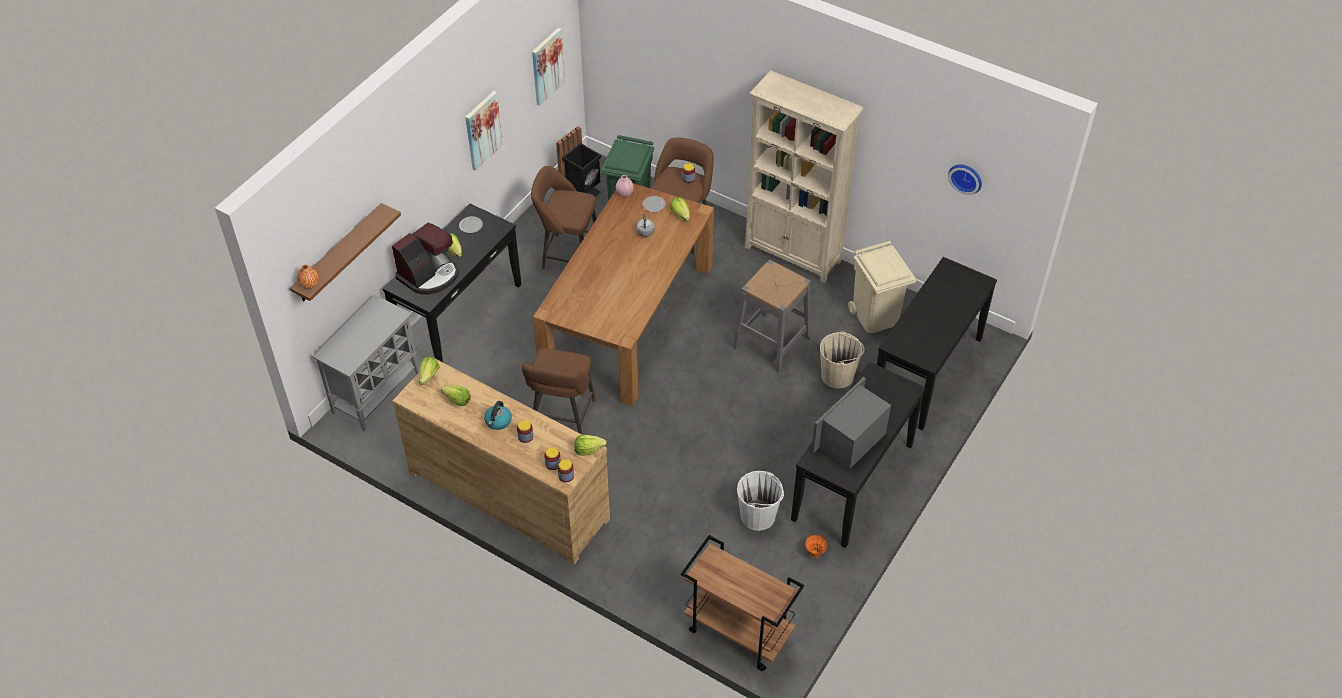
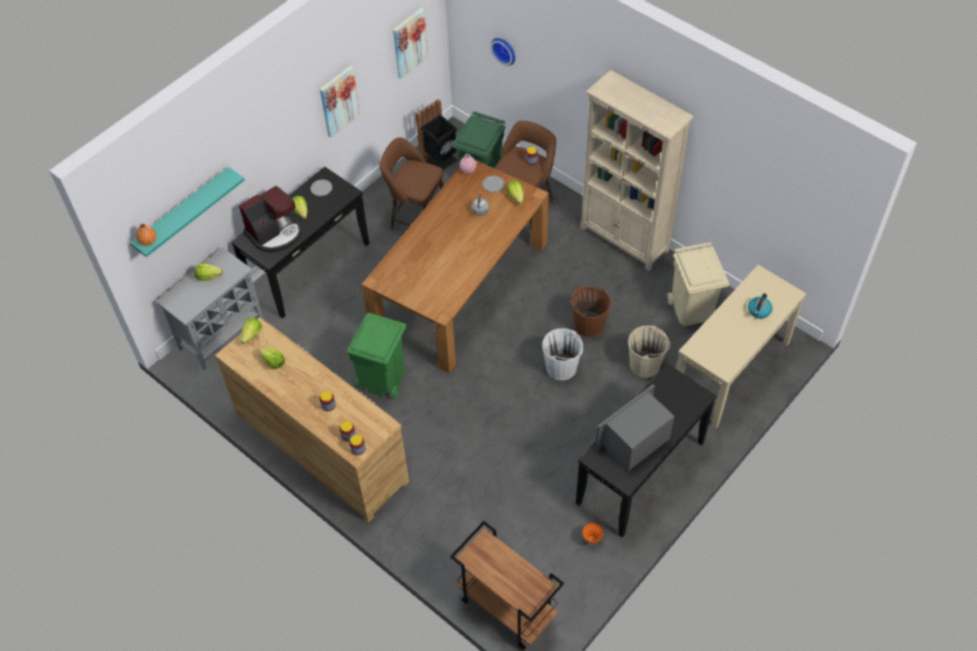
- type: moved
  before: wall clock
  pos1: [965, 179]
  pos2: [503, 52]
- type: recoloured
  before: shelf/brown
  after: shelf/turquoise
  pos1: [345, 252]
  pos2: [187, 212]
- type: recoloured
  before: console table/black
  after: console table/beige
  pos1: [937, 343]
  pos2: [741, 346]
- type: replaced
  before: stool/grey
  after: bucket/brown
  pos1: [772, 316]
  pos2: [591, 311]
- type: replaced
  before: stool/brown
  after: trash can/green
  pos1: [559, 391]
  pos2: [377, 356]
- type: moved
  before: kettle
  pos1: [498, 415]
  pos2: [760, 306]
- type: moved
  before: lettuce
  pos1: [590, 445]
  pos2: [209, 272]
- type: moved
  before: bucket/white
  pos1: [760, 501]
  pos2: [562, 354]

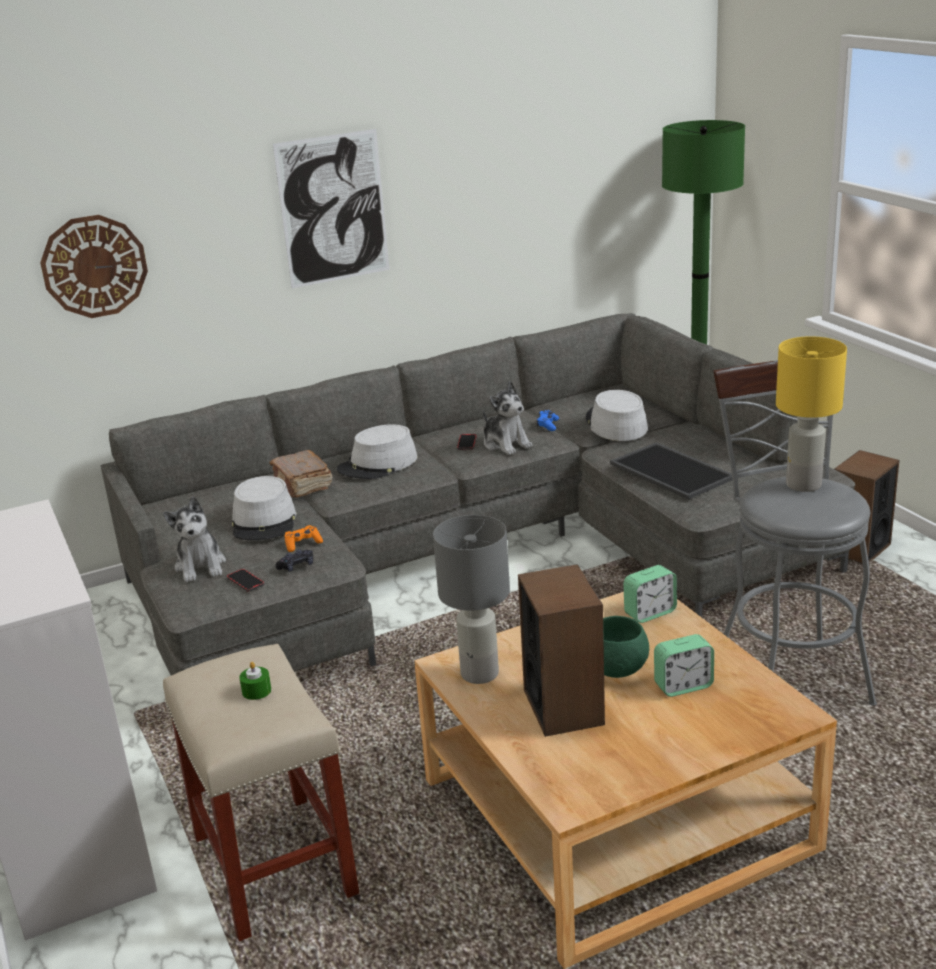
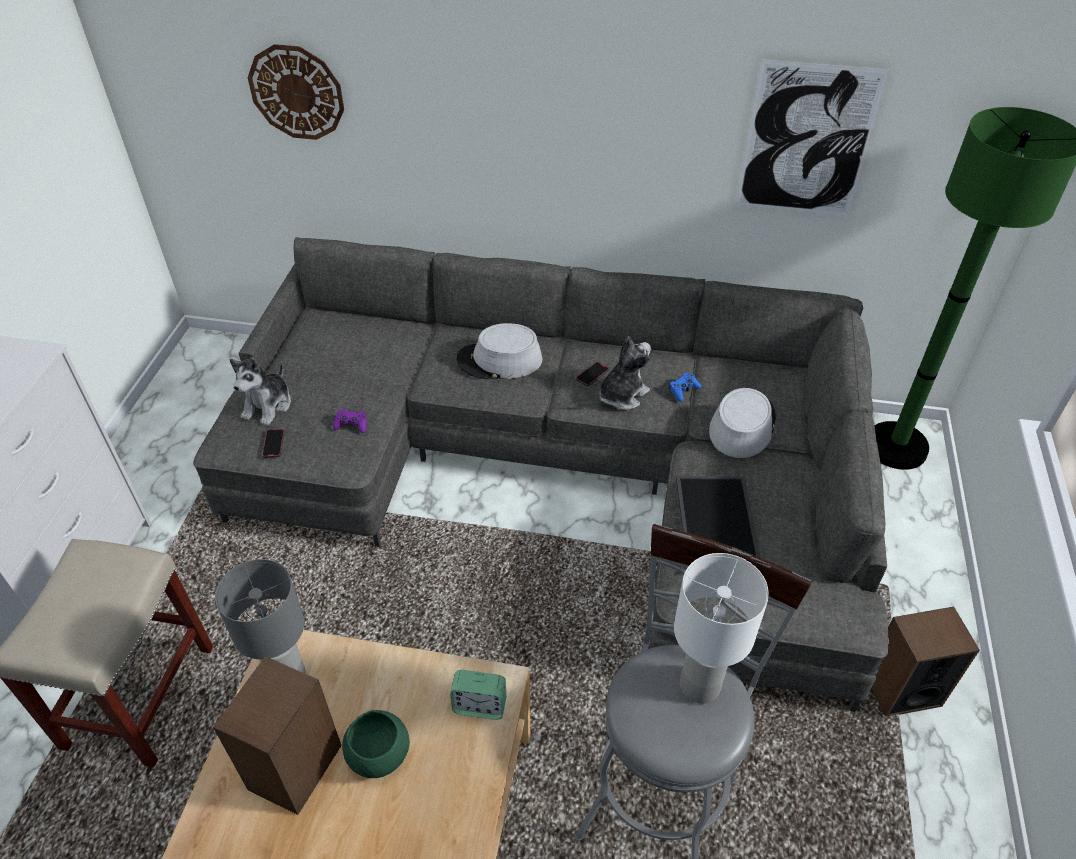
- type: moved
  before: picture
  pos1: [331, 208]
  pos2: [812, 138]
- type: recoloured
  before: table lamp/yellow
  after: table lamp/white
  pos1: [811, 414]
  pos2: [721, 628]
- type: turned
  before: plush toy
  pos1: [508, 418]
  pos2: [625, 373]
  turn: -135
- type: removed
  before: book/brown
  pos1: [301, 474]
- type: removed
  before: hat/grey
  pos1: [264, 508]
- type: recoloured
  before: game controller/orange
  after: game controller/purple
  pos1: [304, 538]
  pos2: [350, 421]
- type: removed
  before: game controller/black
  pos1: [294, 560]
- type: removed
  before: alarm clock
  pos1: [684, 665]
- type: removed
  before: candle/green
  pos1: [255, 681]

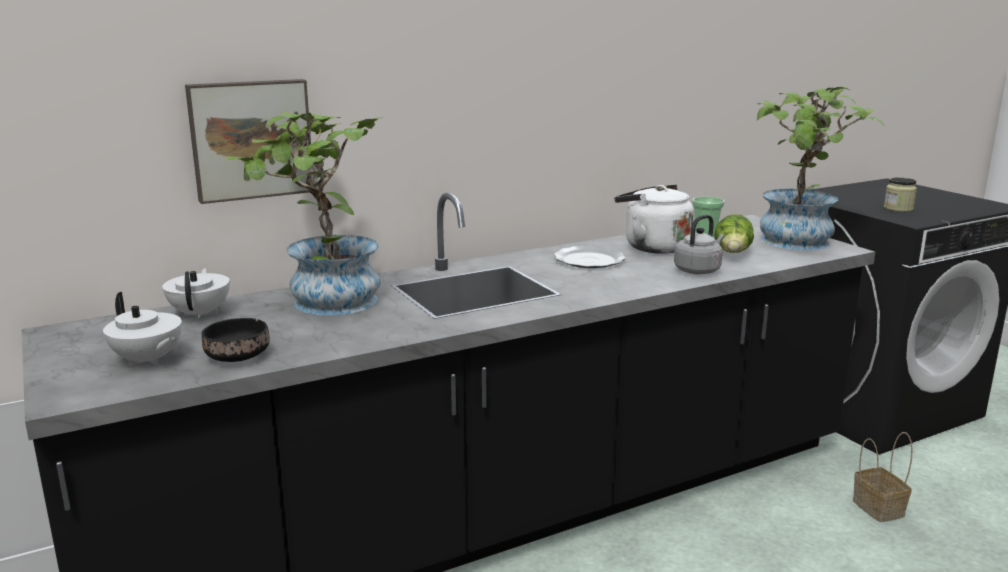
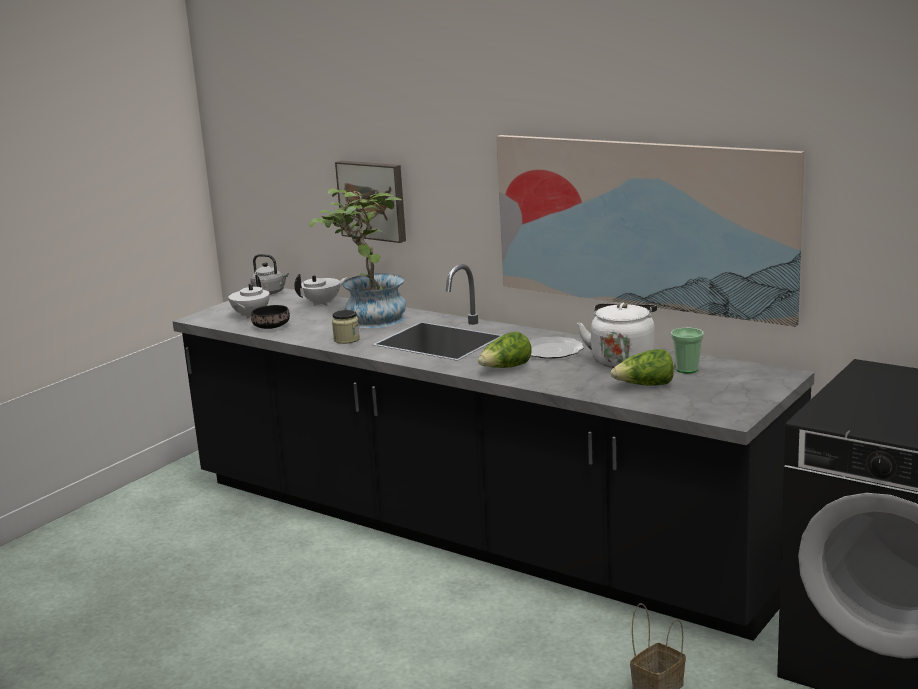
- type: removed
  before: potted plant
  pos1: [820, 168]
- type: moved
  before: jar
  pos1: [900, 194]
  pos2: [346, 327]
- type: moved
  before: kettle/grey
  pos1: [699, 244]
  pos2: [270, 274]
- type: added
  after: picture
  pos2: [650, 231]
- type: added
  after: lettuce
  pos2: [505, 350]

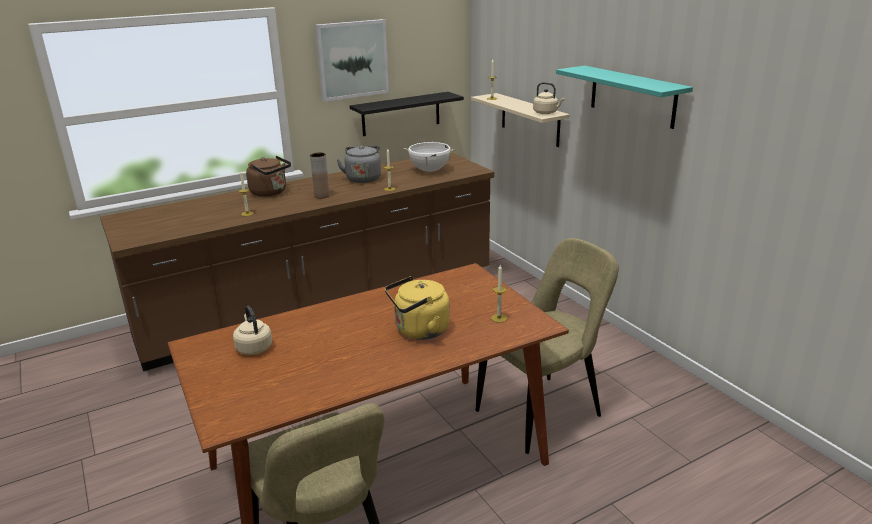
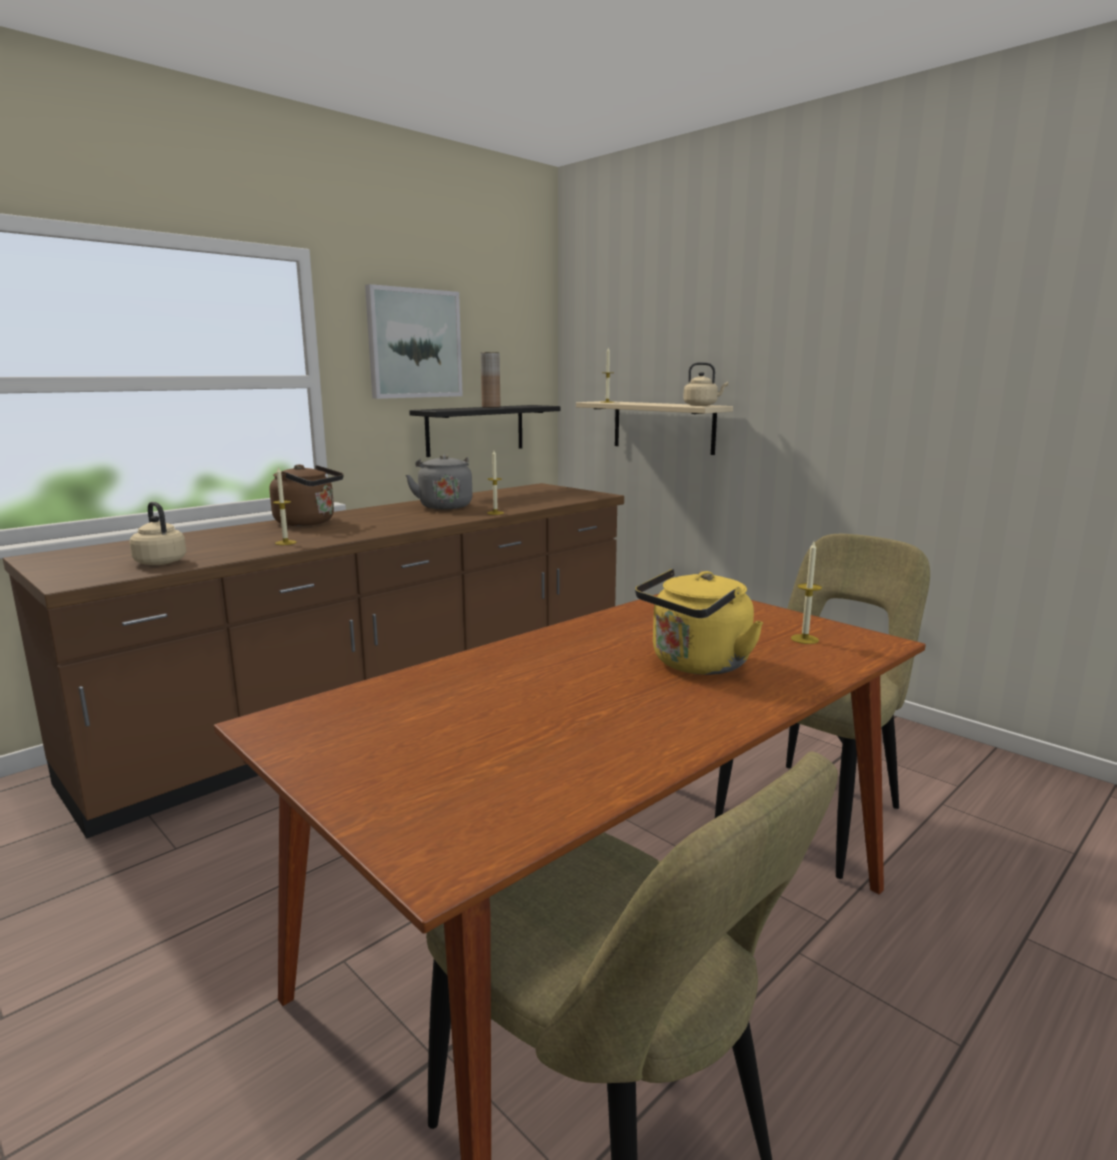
- type: removed
  before: shelf/turquoise
  pos1: [624, 97]
- type: removed
  before: cooking pot/white
  pos1: [429, 157]
- type: moved
  before: vase/brown
  pos1: [320, 176]
  pos2: [490, 380]
- type: moved
  before: kettle/beige
  pos1: [252, 330]
  pos2: [157, 533]

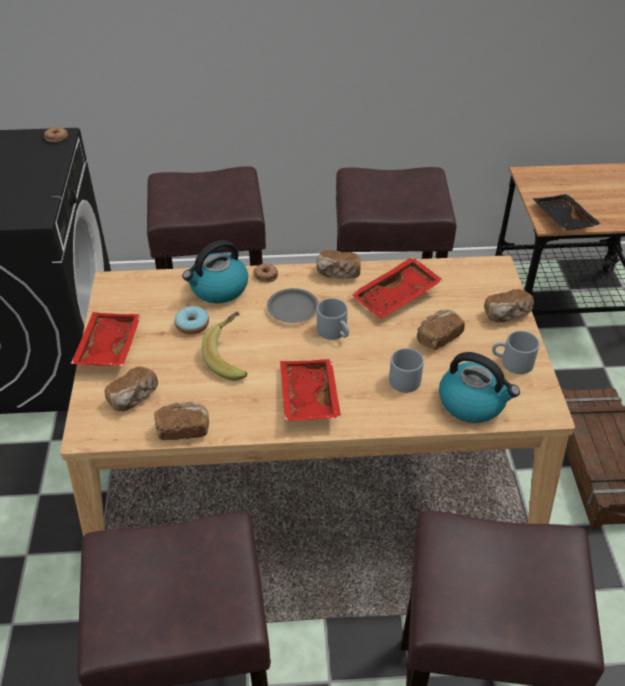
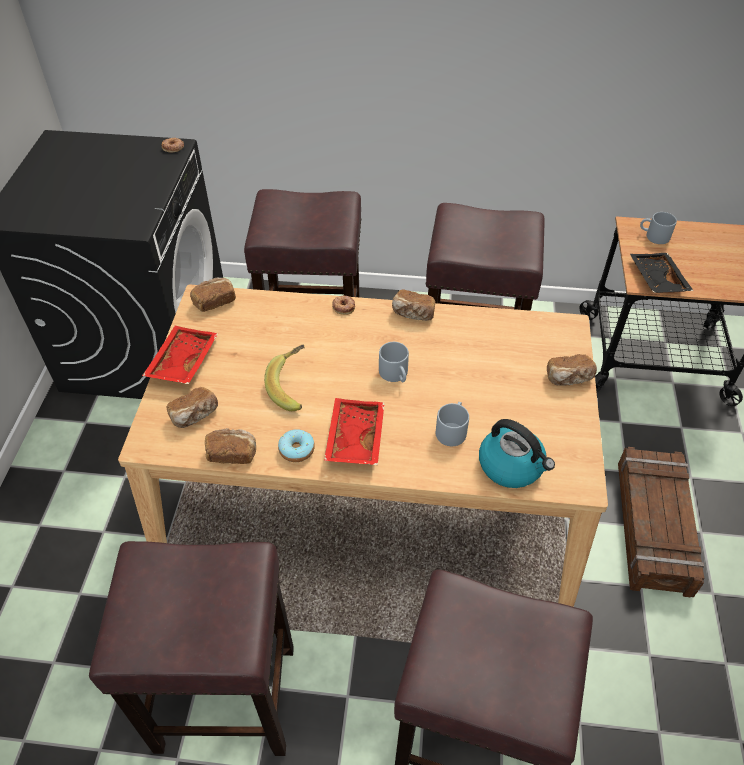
- type: removed
  before: kettle
  pos1: [215, 271]
- type: removed
  before: tray/red
  pos1: [397, 288]
- type: removed
  before: plate/grey
  pos1: [293, 305]
- type: moved
  before: donut
  pos1: [192, 320]
  pos2: [296, 445]
- type: moved
  before: bread
  pos1: [441, 329]
  pos2: [213, 294]
- type: moved
  before: mug/grey
  pos1: [515, 352]
  pos2: [658, 228]

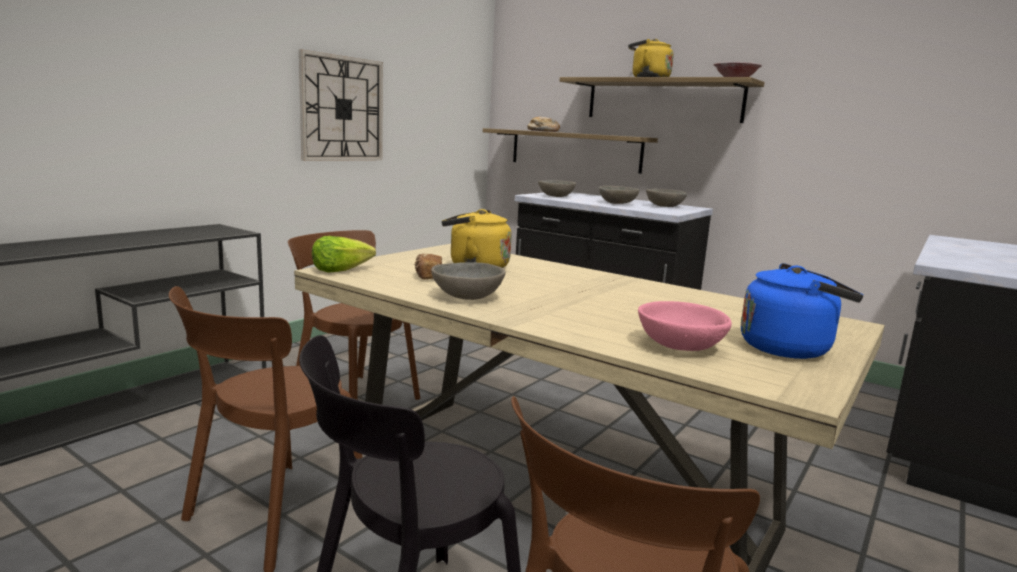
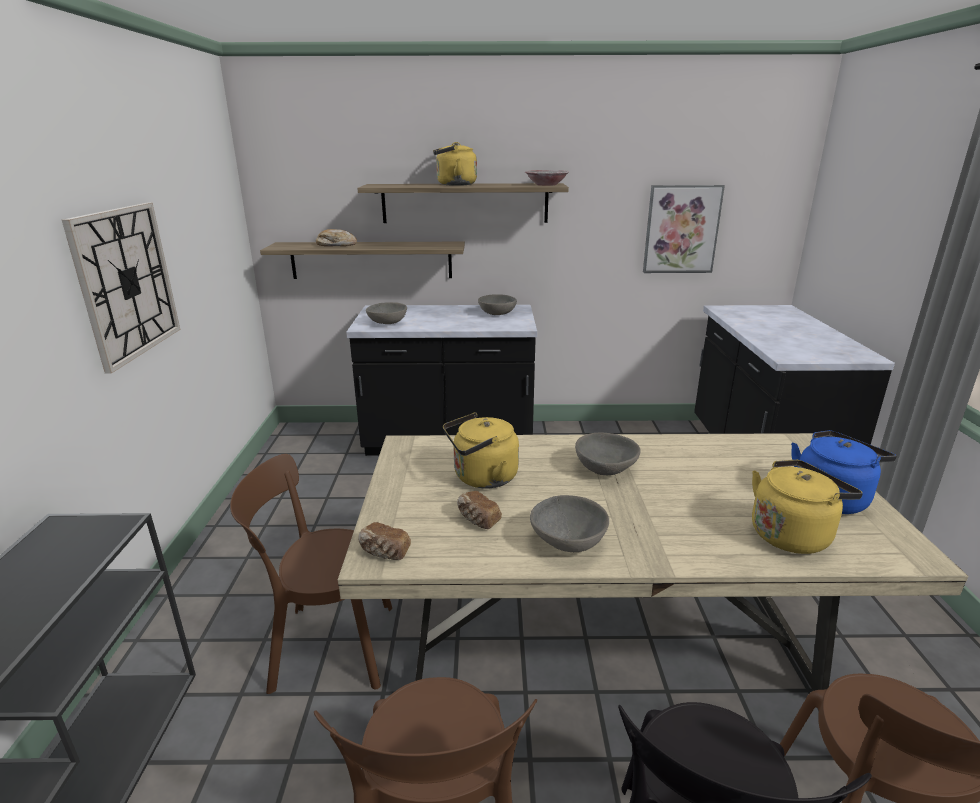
- type: moved
  before: bowl/grey
  pos1: [619, 195]
  pos2: [608, 454]
- type: replaced
  before: lettuce
  after: bread
  pos1: [344, 254]
  pos2: [384, 541]
- type: replaced
  before: bowl/pink
  after: kettle/yellow
  pos1: [685, 326]
  pos2: [807, 507]
- type: added
  after: picture
  pos2: [684, 229]

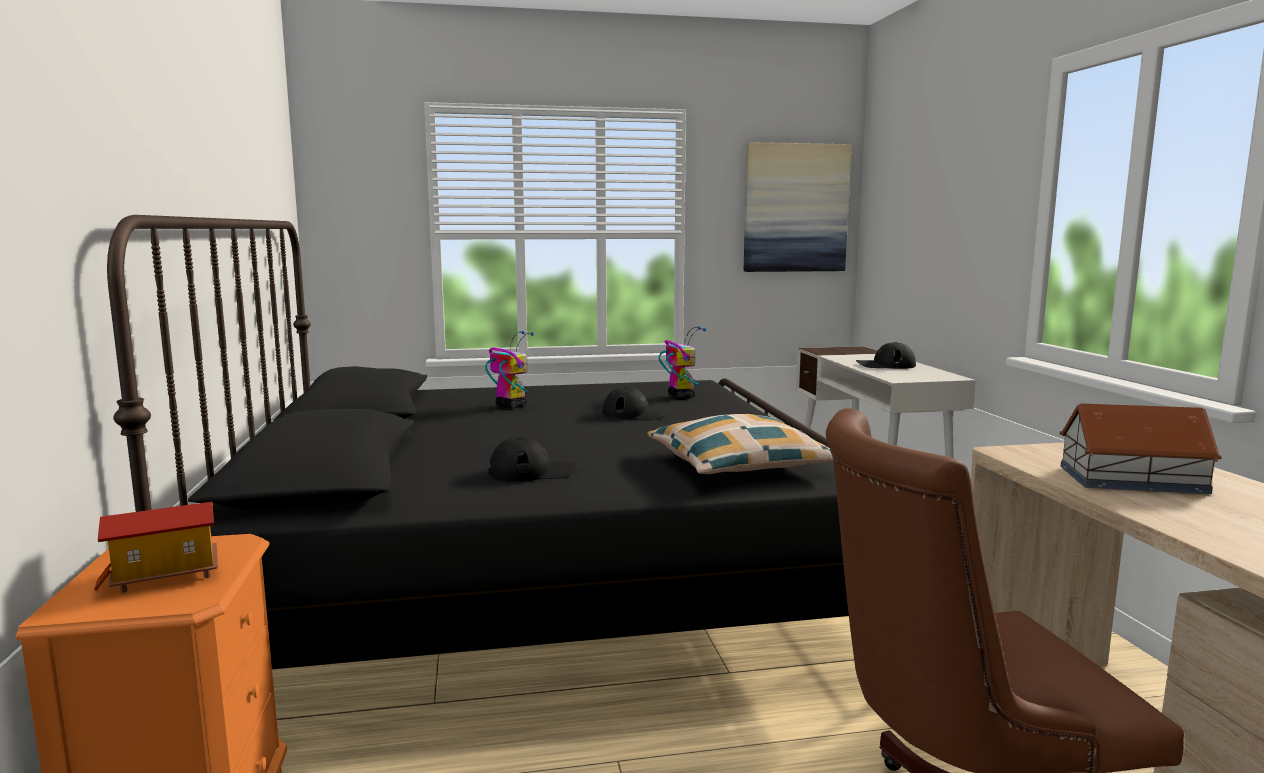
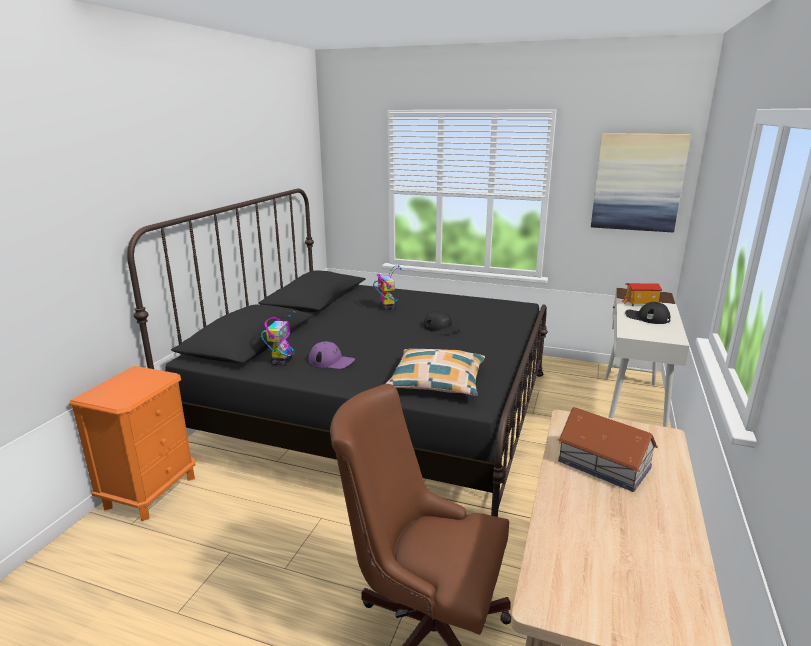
- type: moved
  before: toy robot
  pos1: [682, 362]
  pos2: [278, 338]
- type: recoloured
  before: cap/black
  after: cap/purple
  pos1: [532, 459]
  pos2: [332, 355]
- type: moved
  before: toy house
  pos1: [156, 547]
  pos2: [642, 294]

